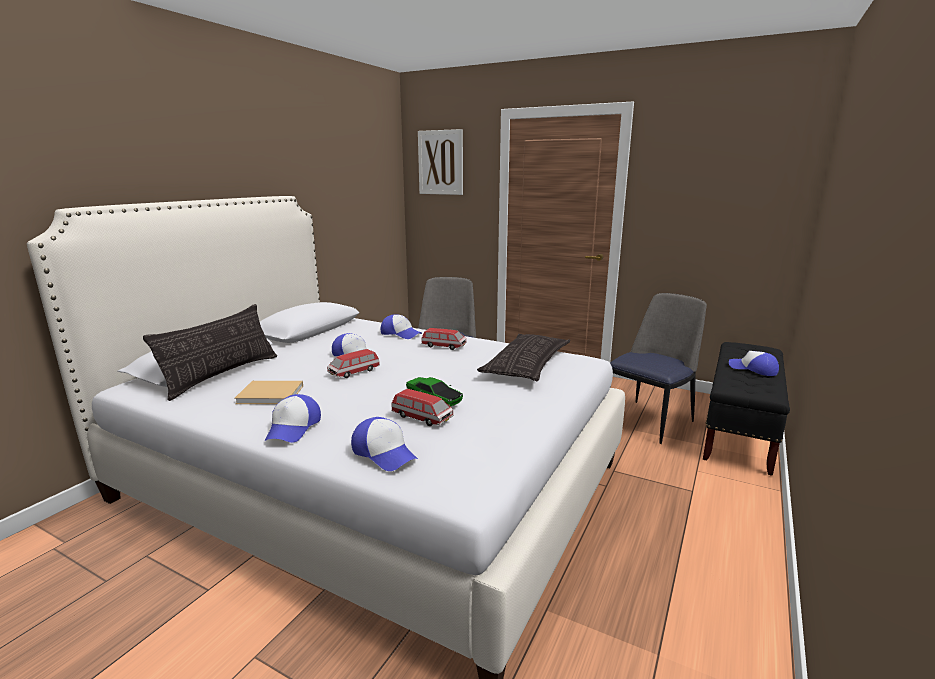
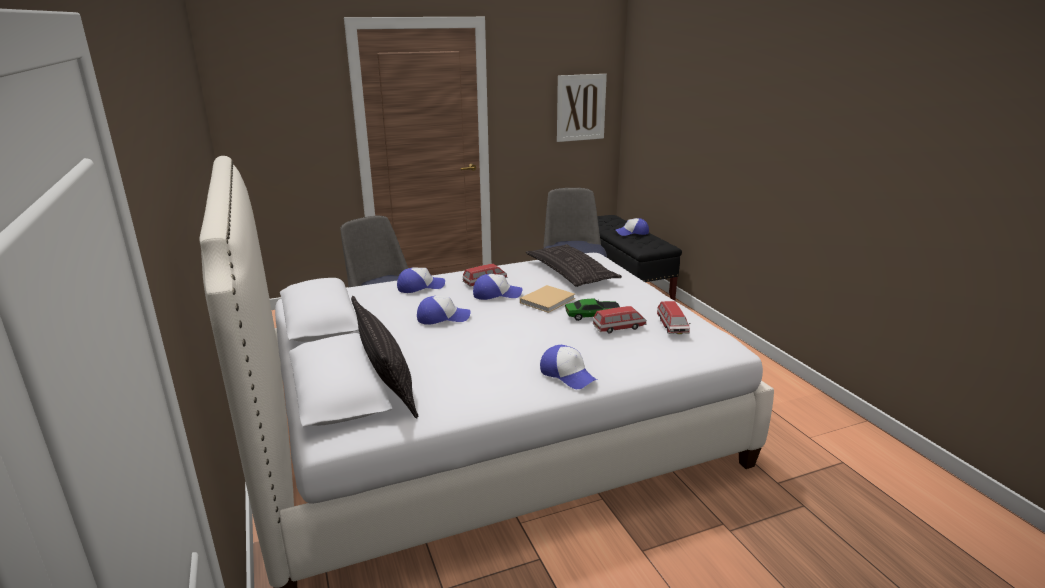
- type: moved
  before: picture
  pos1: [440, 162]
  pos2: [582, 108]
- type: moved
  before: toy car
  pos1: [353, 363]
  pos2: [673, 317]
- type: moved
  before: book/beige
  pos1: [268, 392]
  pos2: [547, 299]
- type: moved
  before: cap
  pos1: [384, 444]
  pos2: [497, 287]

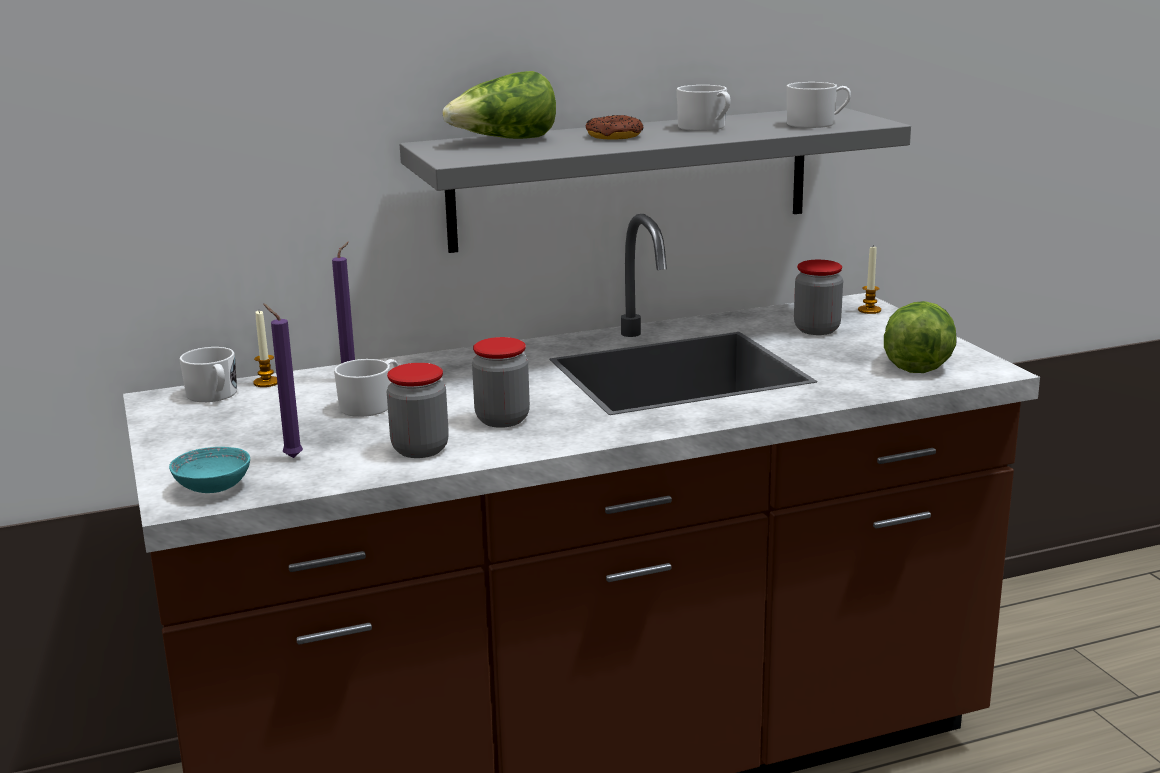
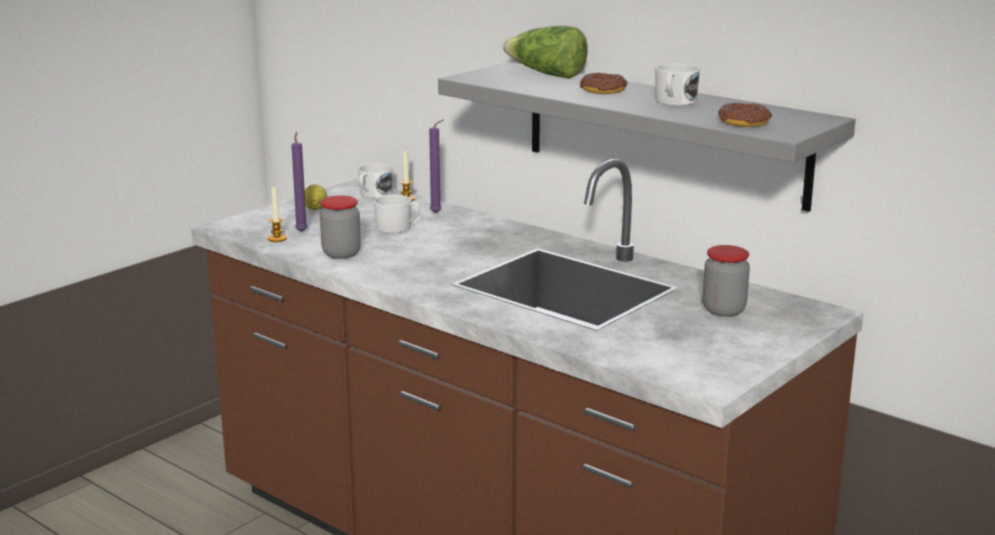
- type: replaced
  before: mug/white
  after: donut
  pos1: [819, 105]
  pos2: [745, 115]
- type: moved
  before: candle
  pos1: [869, 280]
  pos2: [277, 214]
- type: removed
  before: lettuce
  pos1: [920, 337]
- type: removed
  before: jar
  pos1: [501, 382]
- type: removed
  before: bowl/turquoise
  pos1: [209, 470]
- type: added
  after: lemon
  pos2: [316, 197]

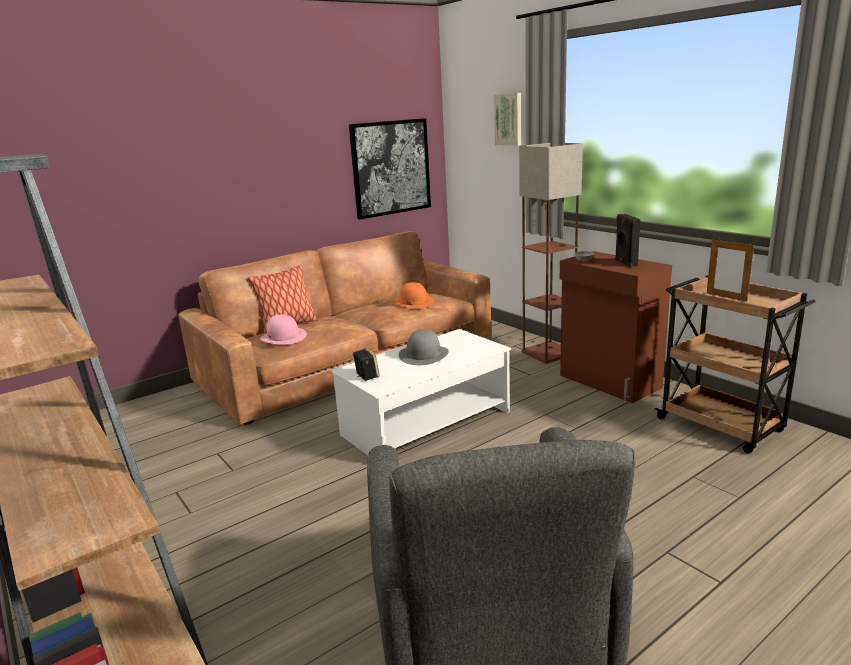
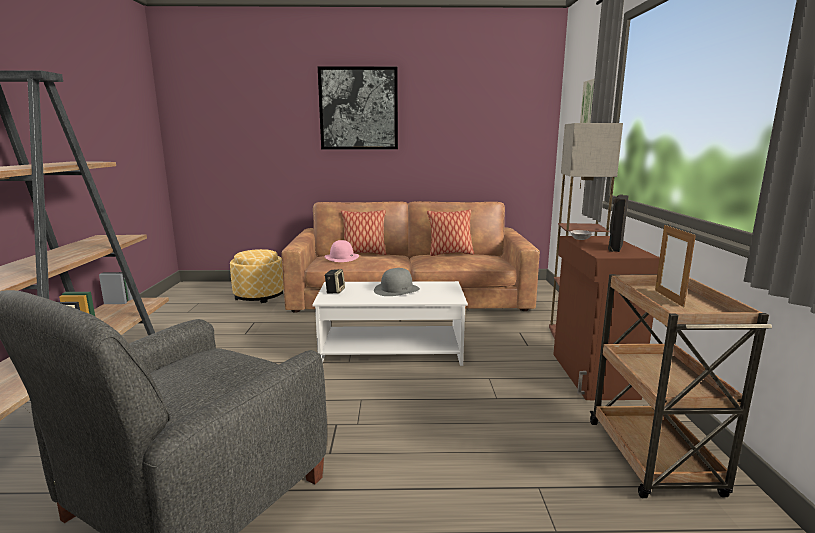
- type: moved
  before: picture
  pos1: [390, 169]
  pos2: [358, 107]
- type: removed
  before: hat/orange
  pos1: [414, 295]
- type: added
  after: pillow
  pos2: [450, 232]
- type: added
  after: ottoman
  pos2: [257, 276]

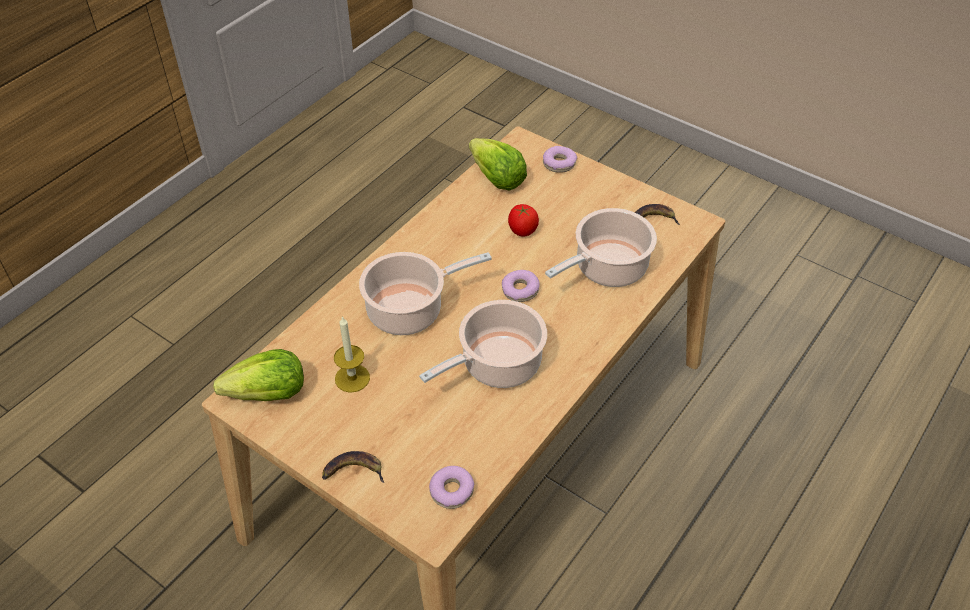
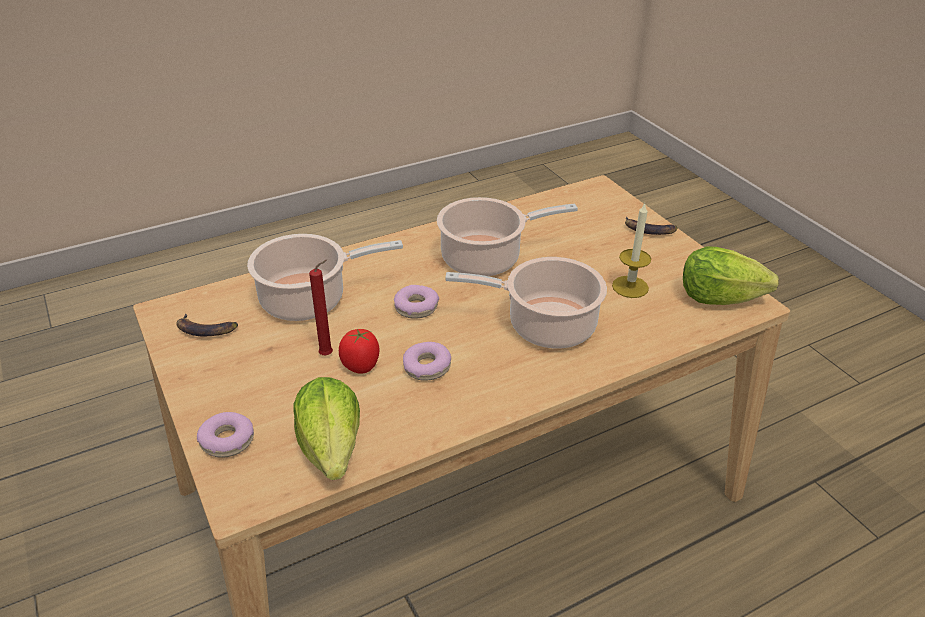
- type: moved
  before: donut
  pos1: [451, 487]
  pos2: [427, 361]
- type: added
  after: candle/red
  pos2: [321, 307]

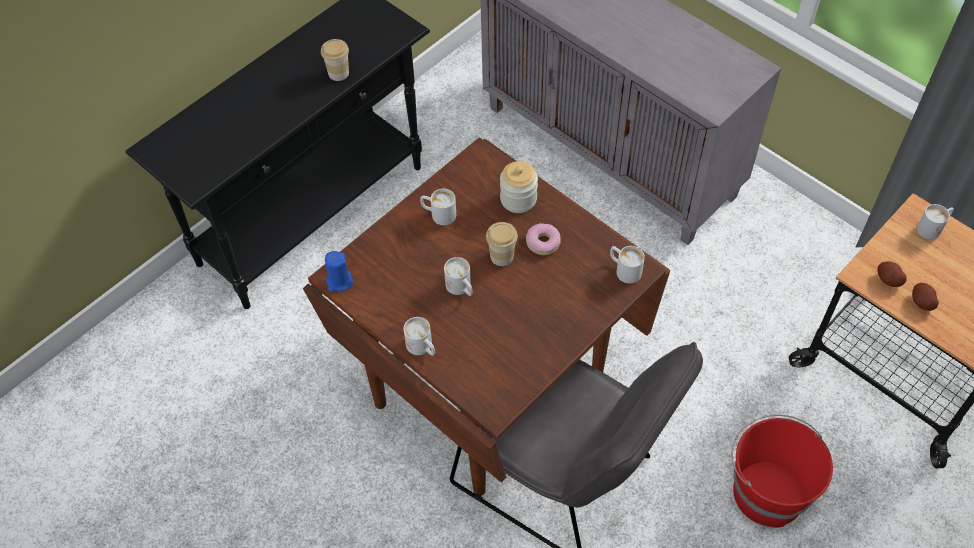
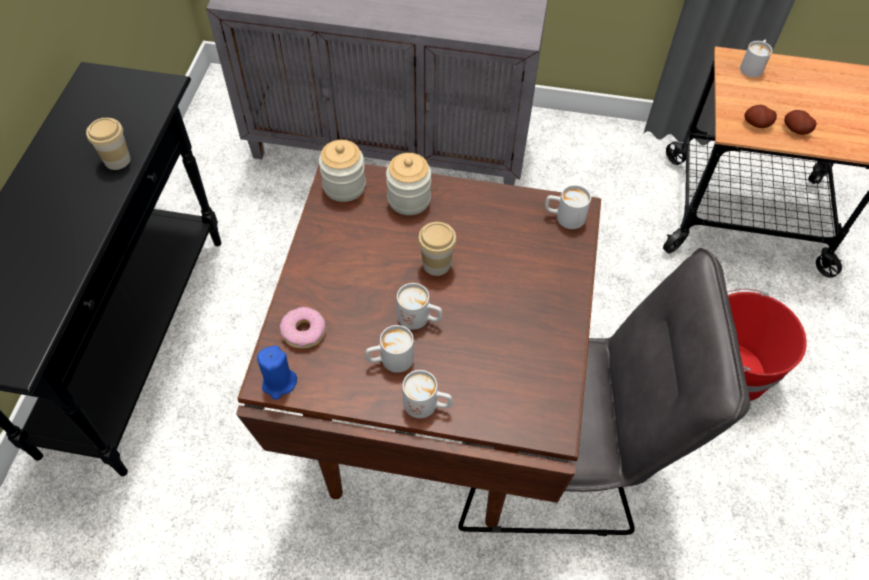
- type: moved
  before: mug/white
  pos1: [438, 207]
  pos2: [389, 349]
- type: moved
  before: donut
  pos1: [543, 239]
  pos2: [303, 328]
- type: added
  after: jar
  pos2: [342, 171]

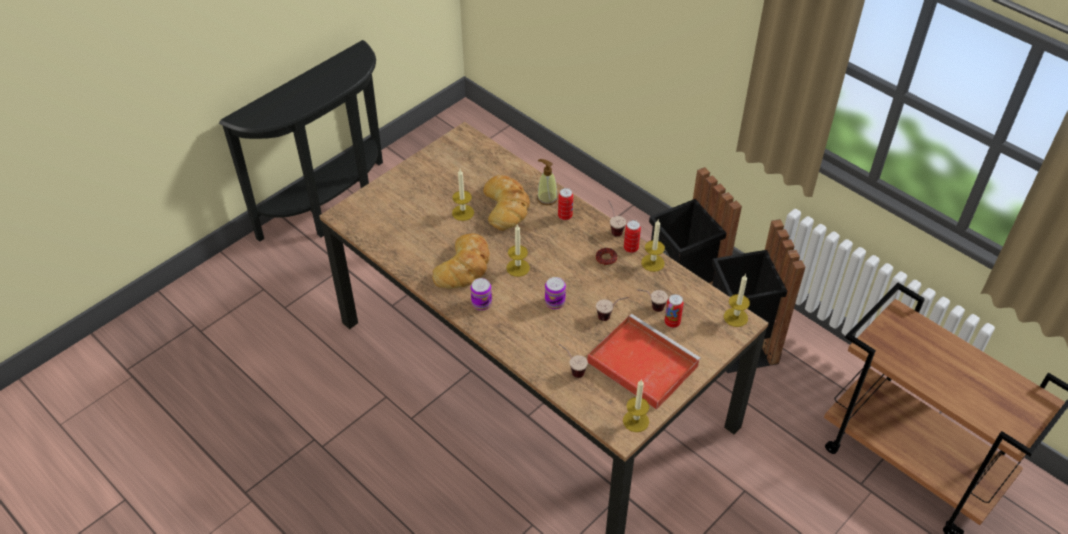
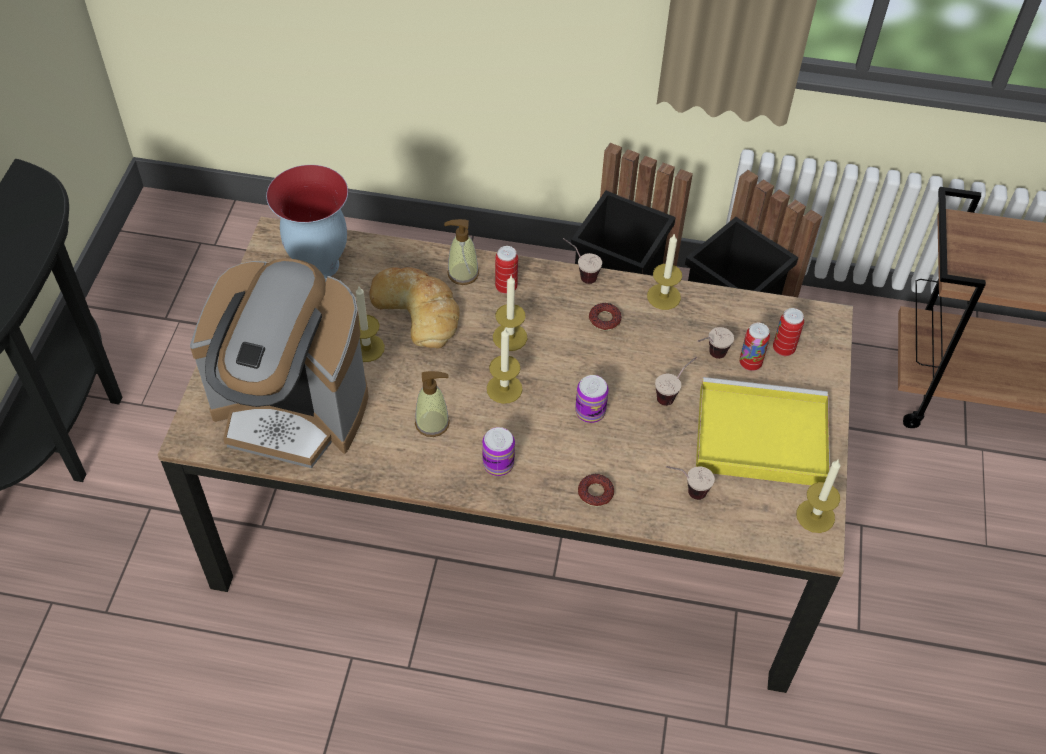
- type: moved
  before: can
  pos1: [632, 236]
  pos2: [788, 332]
- type: replaced
  before: bread
  after: soap dispenser
  pos1: [461, 261]
  pos2: [432, 404]
- type: moved
  before: candle
  pos1: [737, 300]
  pos2: [510, 313]
- type: recoloured
  before: tray/red
  after: tray/yellow
  pos1: [644, 362]
  pos2: [763, 431]
- type: added
  after: vase
  pos2: [307, 222]
- type: added
  after: coffee machine
  pos2: [279, 363]
- type: added
  after: donut
  pos2: [596, 490]

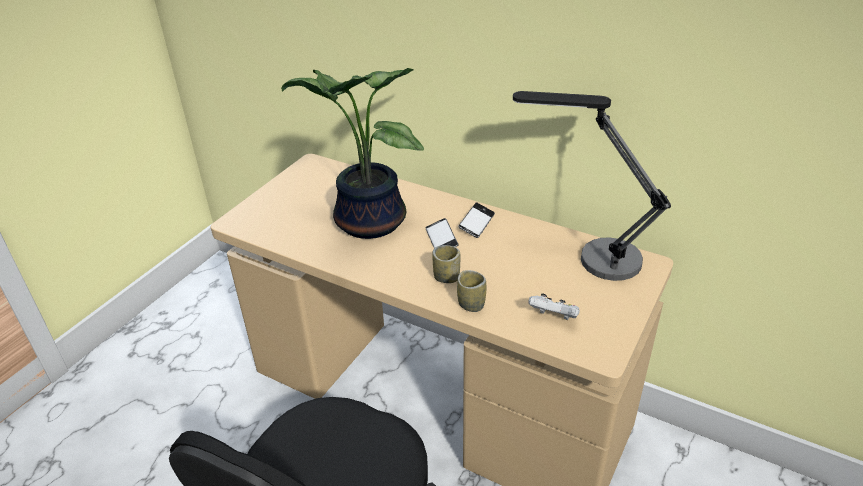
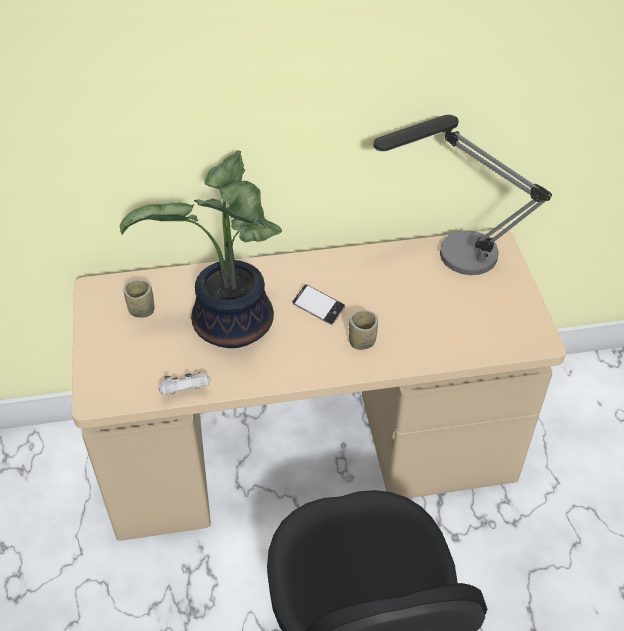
- type: removed
  before: phone
  pos1: [476, 220]
- type: moved
  before: cup
  pos1: [471, 291]
  pos2: [138, 299]
- type: moved
  before: game controller/white
  pos1: [554, 306]
  pos2: [184, 383]

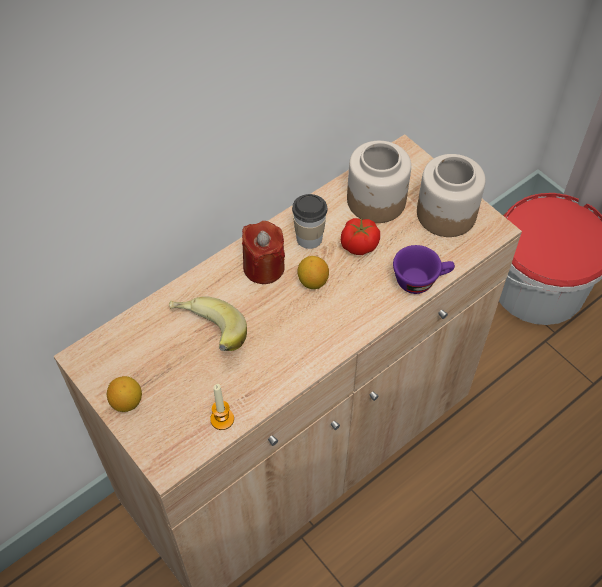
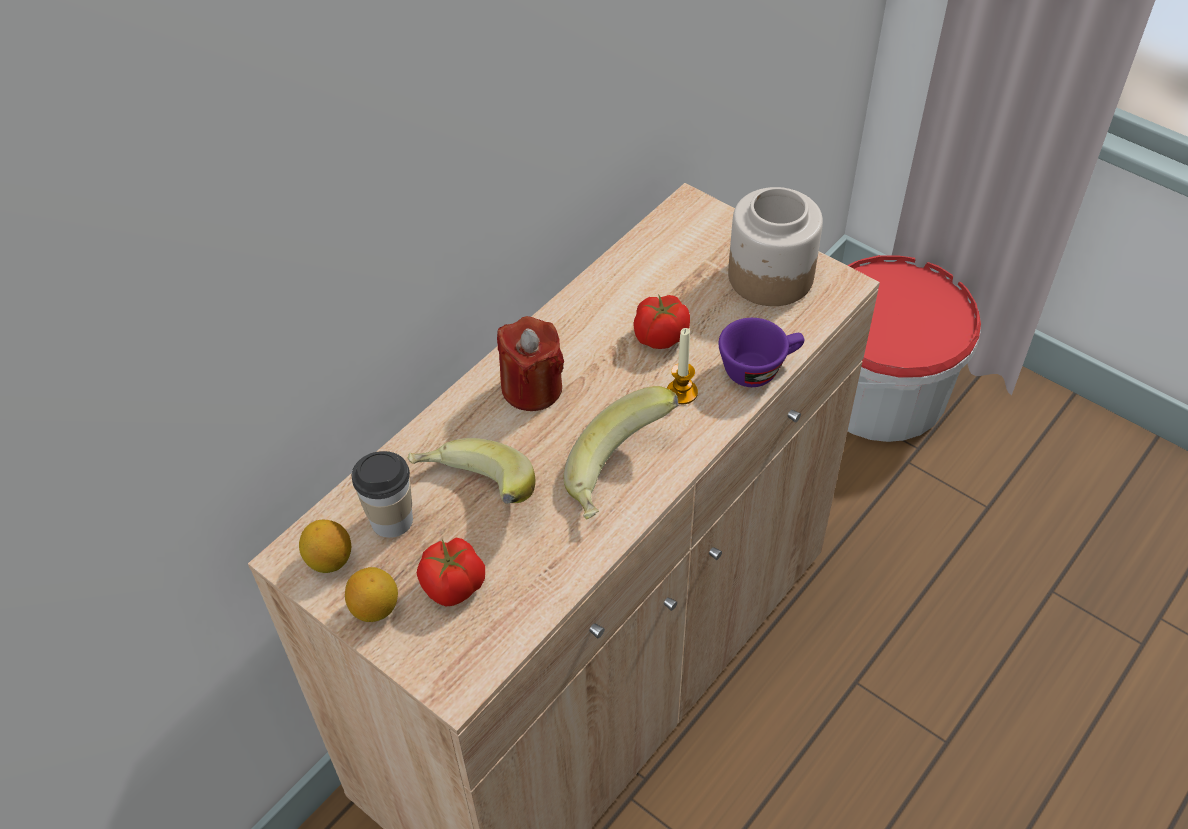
- type: removed
  before: jar
  pos1: [379, 182]
- type: moved
  before: cup
  pos1: [309, 221]
  pos2: [382, 494]
- type: moved
  before: lemon
  pos1: [313, 272]
  pos2: [325, 546]
- type: moved
  before: candle
  pos1: [222, 407]
  pos2: [682, 366]
- type: added
  after: banana
  pos2: [621, 452]
- type: added
  after: tomato
  pos2: [451, 572]

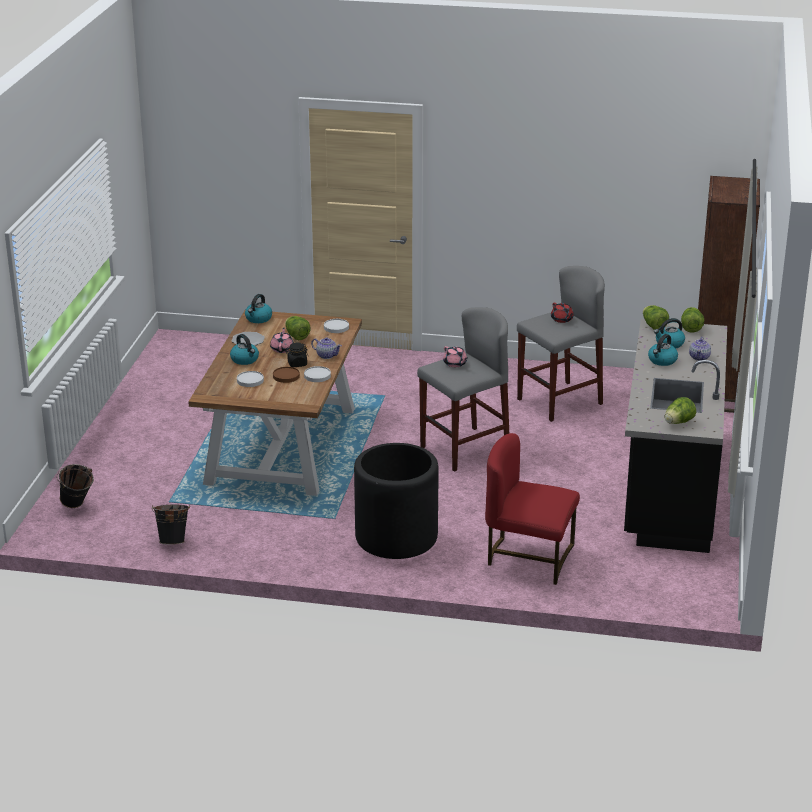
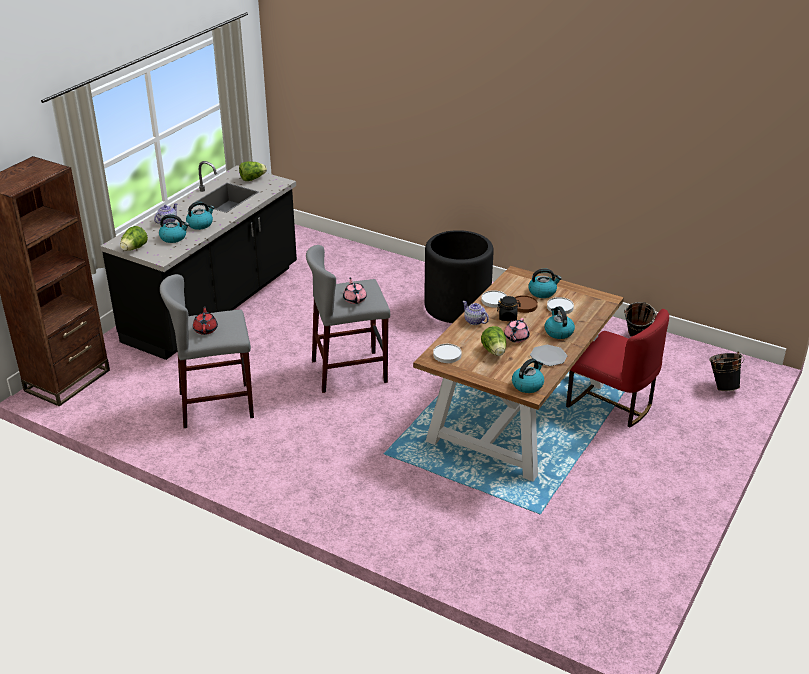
- type: removed
  before: lettuce
  pos1: [656, 317]
- type: moved
  before: chair/red
  pos1: [532, 509]
  pos2: [617, 368]
- type: added
  after: kettle
  pos2: [545, 283]

